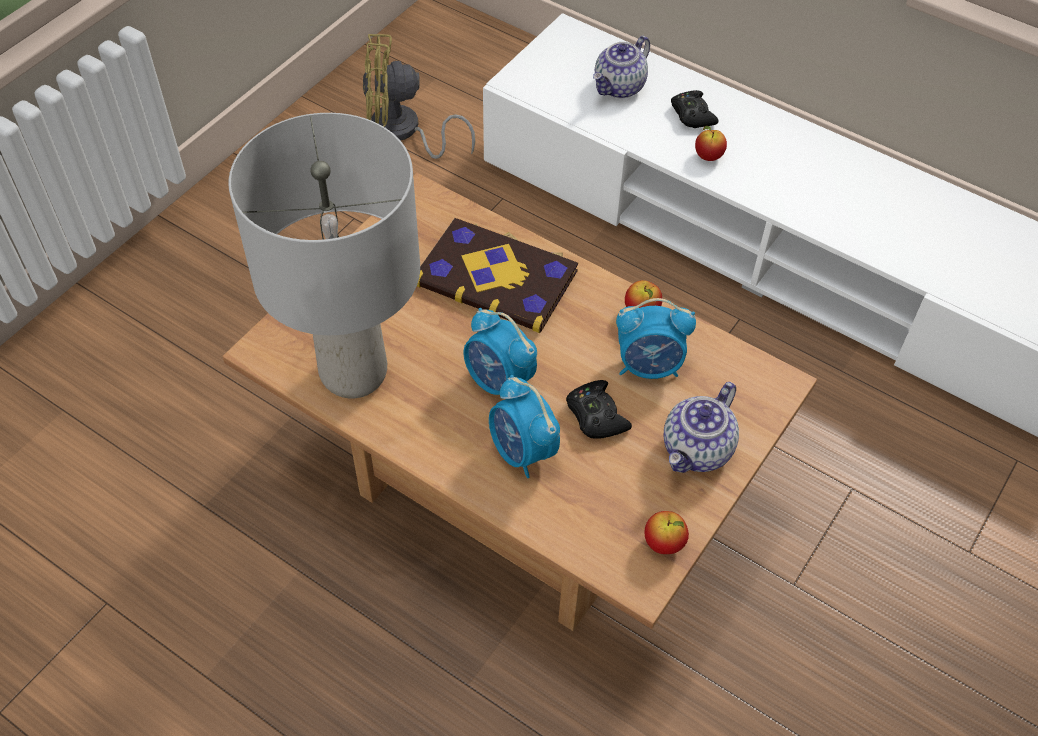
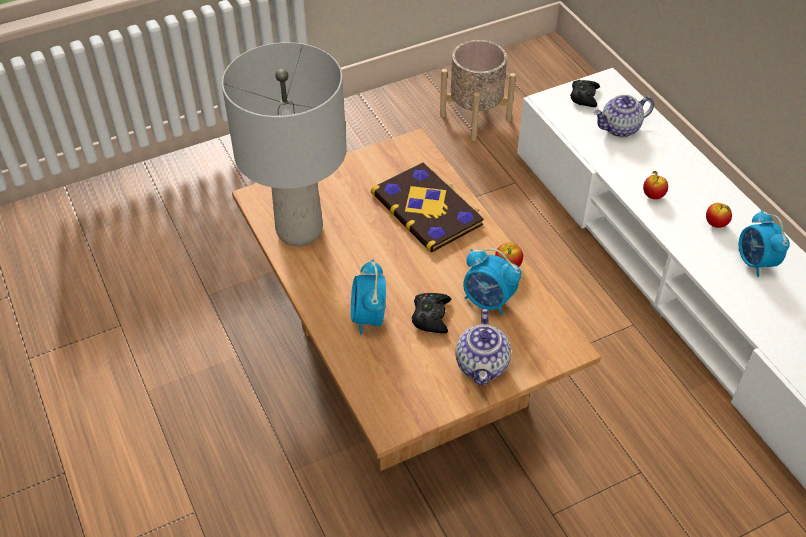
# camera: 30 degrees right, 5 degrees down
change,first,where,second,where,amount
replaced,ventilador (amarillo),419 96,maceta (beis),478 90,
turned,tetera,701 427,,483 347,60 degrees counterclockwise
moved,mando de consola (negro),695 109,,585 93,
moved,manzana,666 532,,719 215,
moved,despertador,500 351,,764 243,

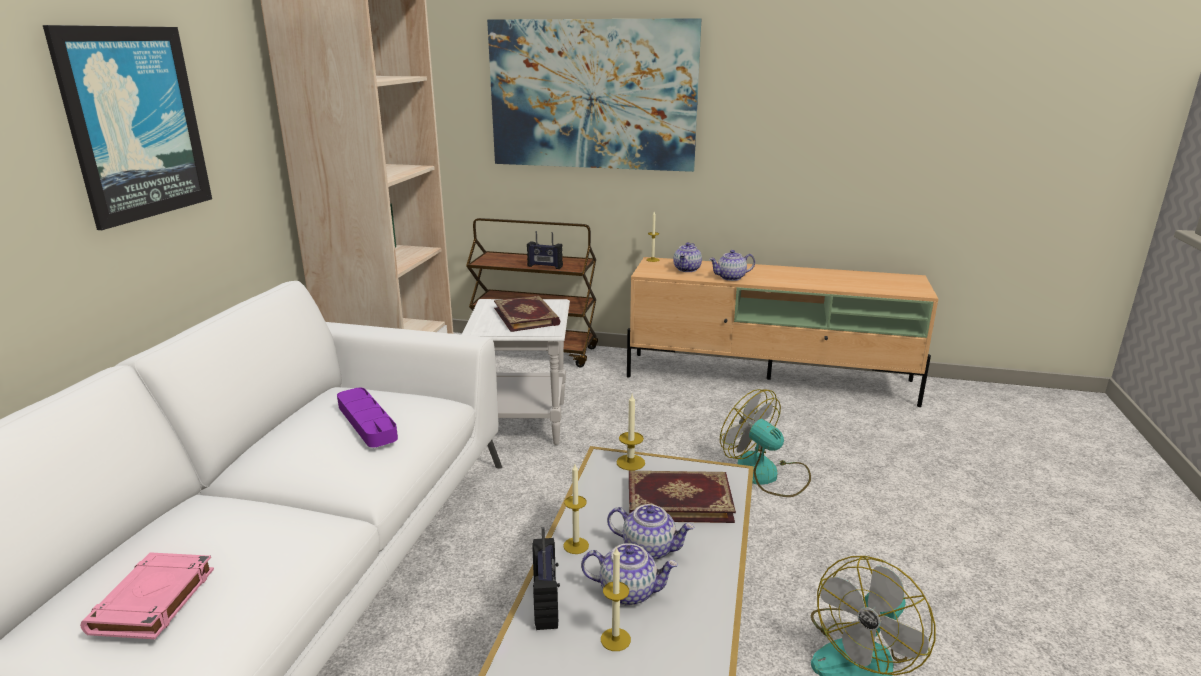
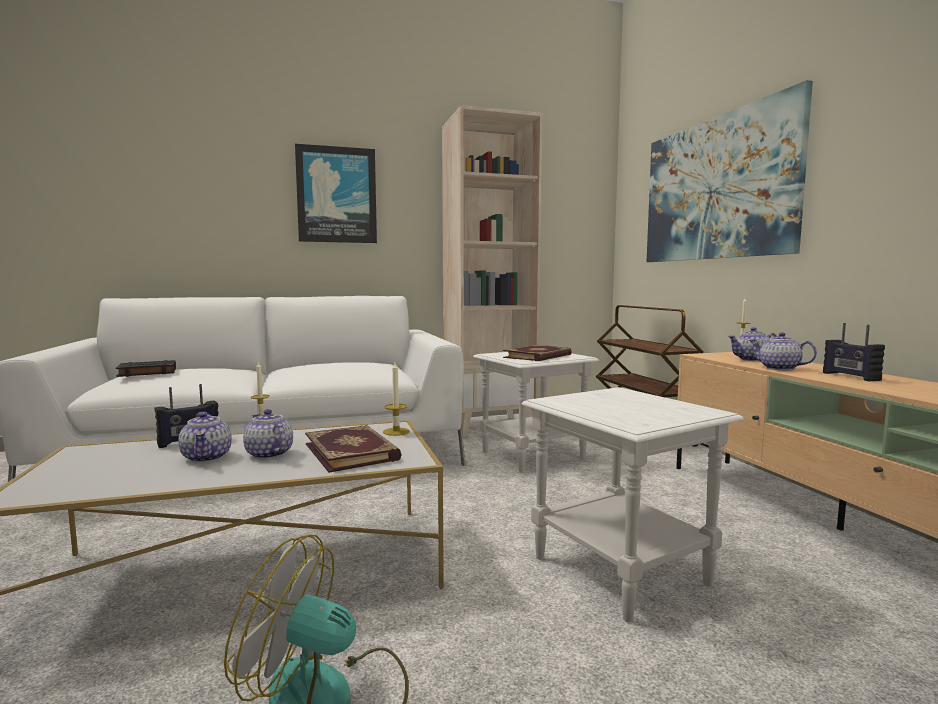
# camera: 60 degrees right, 15 degrees down
change,first,where,second,where,amount
recoloured,libro (rosa),147 596,libro (negro),146 368,
turned,tetera,650 532,,268 434,150 degrees clockwise
replaced,ventilador,765 443,mesa auxiliar (blanco),633 504,
moved,radio,545 250,,854 352,
removed,bandeja (morado),367 417,,,
removed,vela,616 599,,,

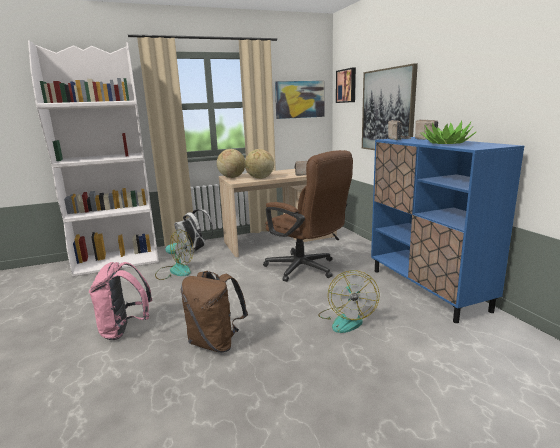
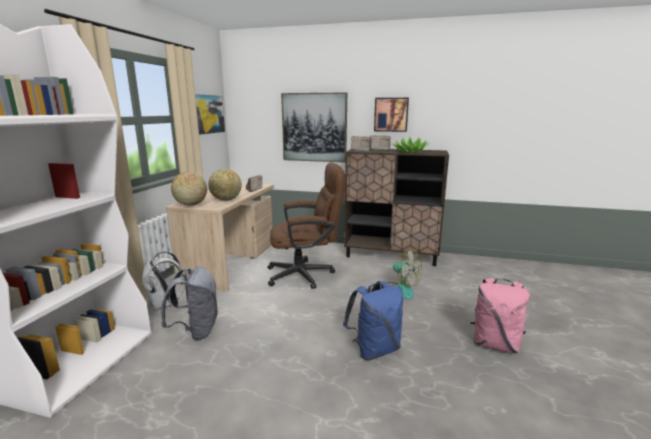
# camera: 55 degrees left, 0 degrees up
change,first,where,second,where,amount
replaced,ventilador,174 254,mochila (gris),189 303,
recoloured,mochila (marrón),214 311,mochila (azul),373 320,
recoloured,armario (azul),447 230,armario (marrón),396 207,
moved,cuadro,346 85,,391 115,
moved,mochila (rosa),120 301,,500 315,

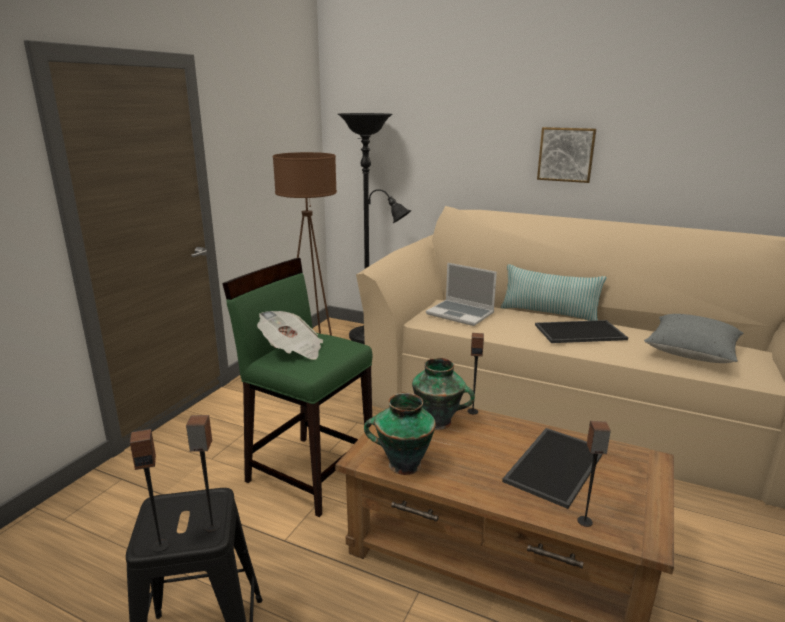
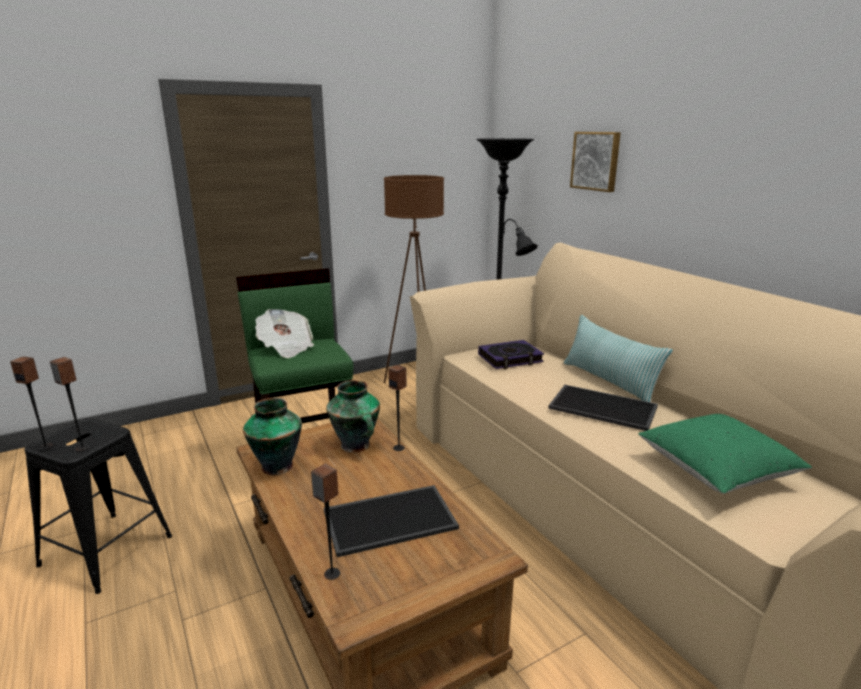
# camera: 35 degrees right, 0 degrees up
change,first,where,second,where,amount
replaced,portátil,461 294,libro,511 354,
moved,cuadro,566 155,,595 162,
recoloured,cojín (gris),693 338,cojín (verde),725 454,

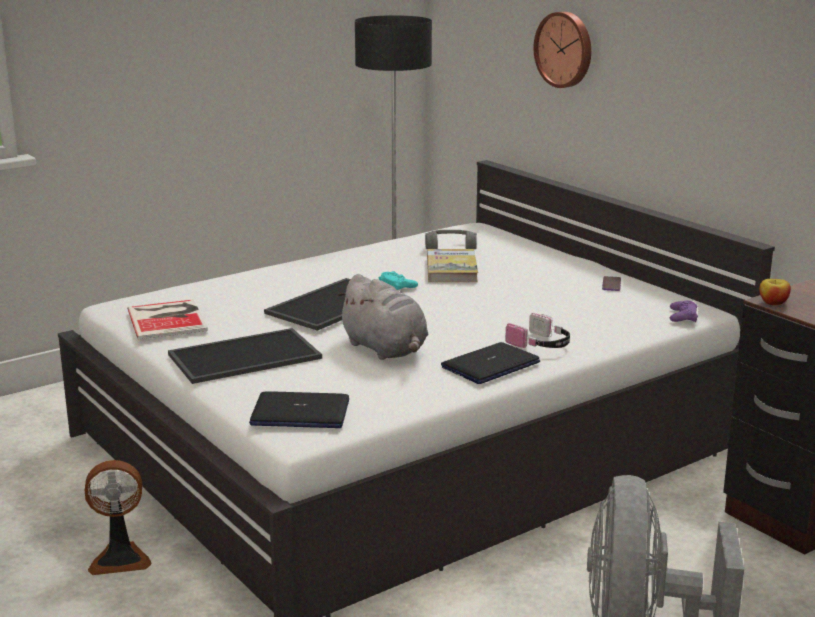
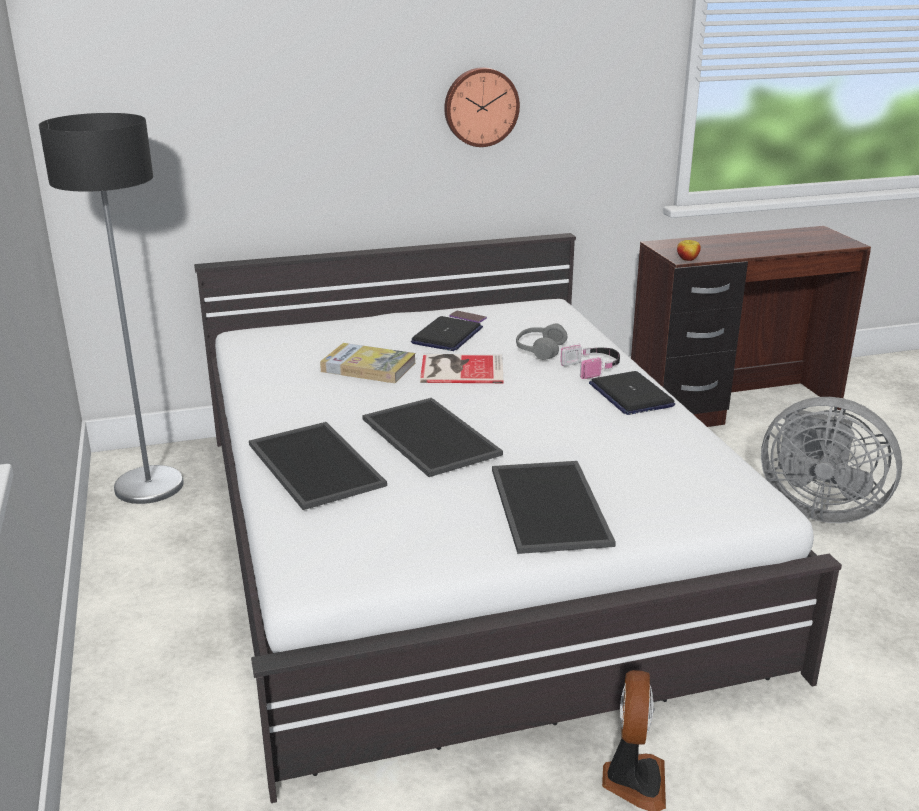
# camera: 70 degrees left, 5 degrees up
change,first,where,second,where,amount
added,,,bandeja,318 466,
moved,portátil,299 409,,447 333,
moved,libro,167 319,,462 368,
moved,reloj de pared,562 50,,482 107,
moved,auriculares (gris),451 239,,541 342,
removed,peluche (gris),382 317,,,
removed,mando de consola (turquesa),398 280,,,
removed,mando de consola (morado),684 311,,,

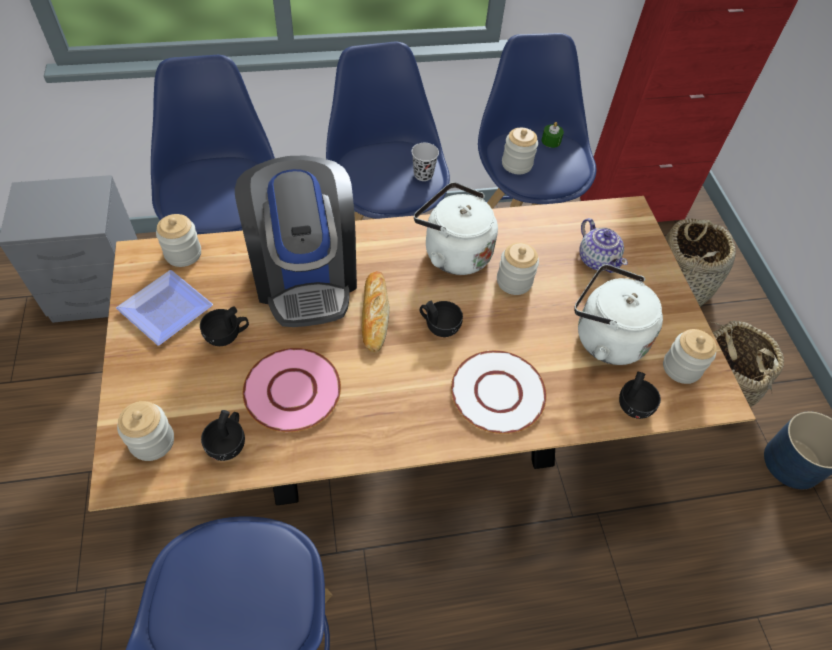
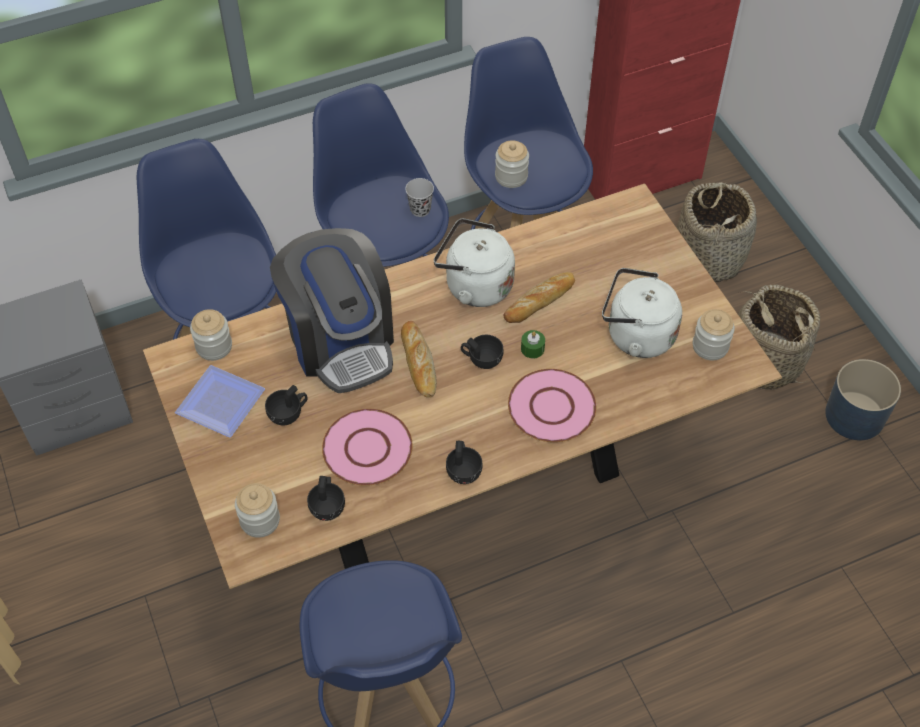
# camera: 10 degrees left, 0 degrees up
change,first,where,second,where,amount
moved,taza (negro),640 395,,464 462,
replaced,tarro,518 269,pan,539 297,
recoloured,plato (blanco),499 392,plato (rosa),552 405,
moved,vela (verde),553 135,,533 344,
removed,tetera,603 245,,,

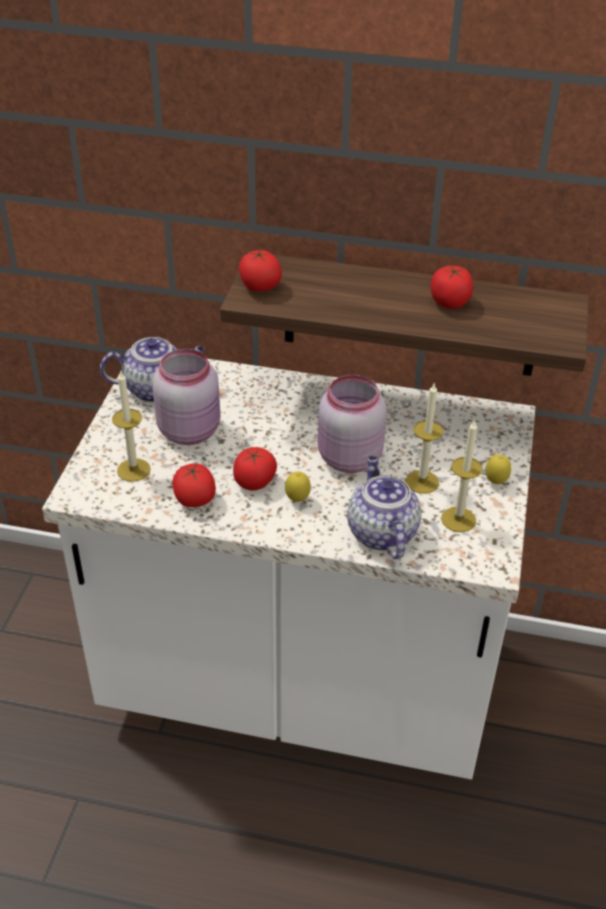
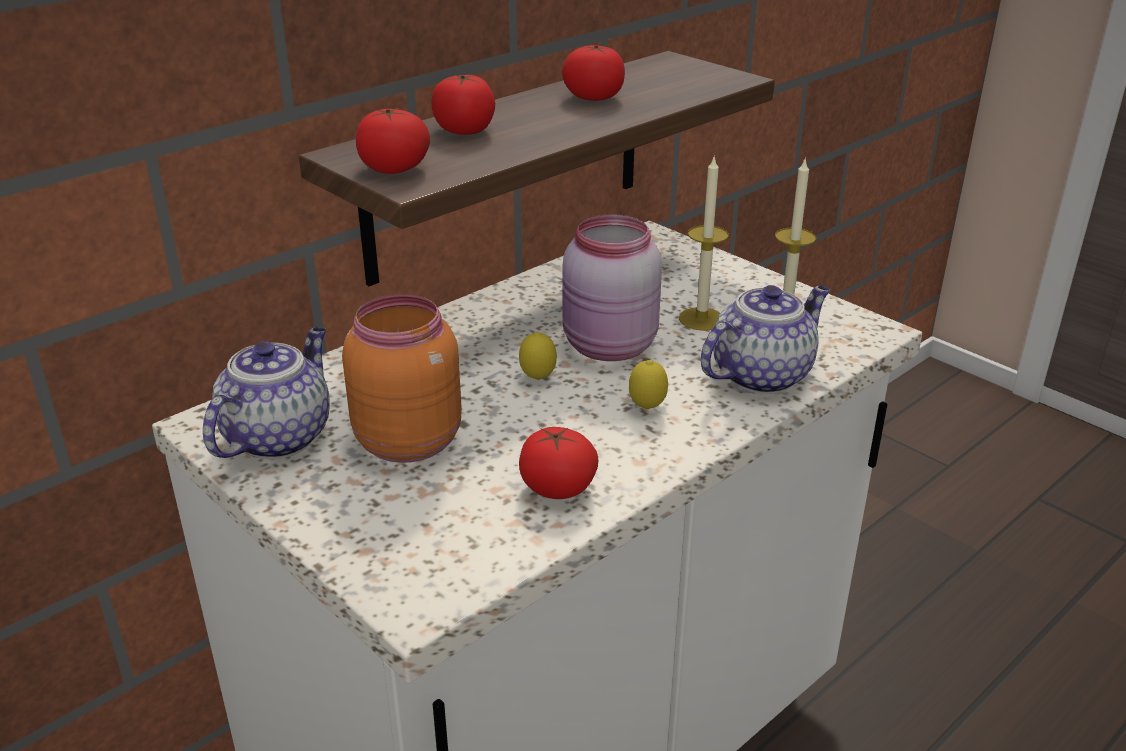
# camera: 55 degrees left, 10 degrees down
change,first,where,second,where,amount
recoloured,tarro (rosa),186 397,tarro (naranja),402 378,
moved,tomate,255 469,,463 105,
moved,limón,498 469,,538 356,
turned,tetera,384 507,,765 339,120 degrees clockwise
removed,vela,131 427,,,

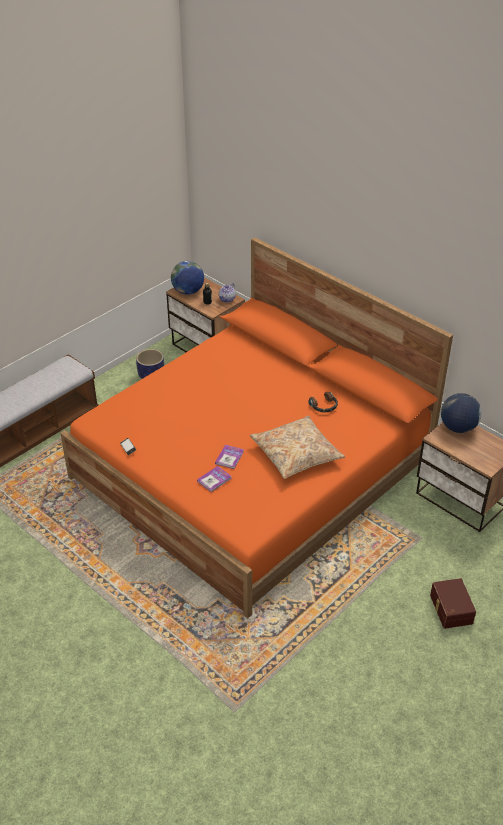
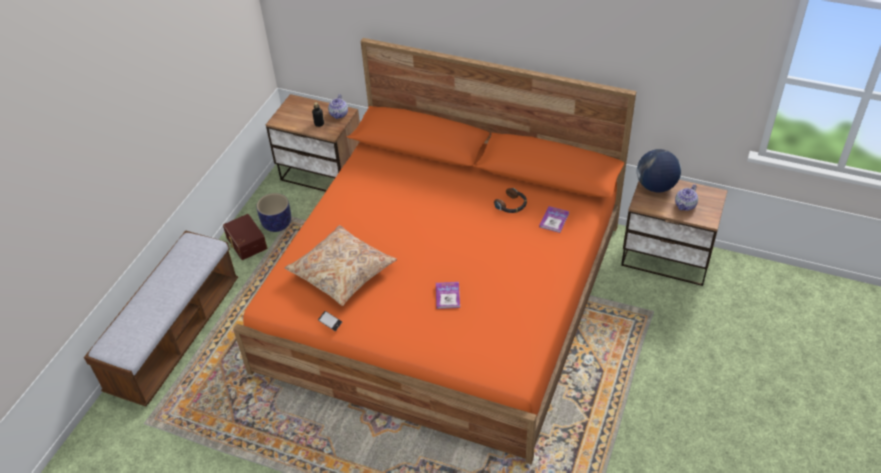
# camera: 20 degrees left, 5 degrees up
change,first,where,second,where,amount
moved,caja de almacenaje (marrón),453 603,,245 237,
moved,cojín (beis),297 447,,341 265,
moved,libro,214 479,,554 219,
added,,,tetera,686 197,
removed,globo terráqueo,187 278,,,

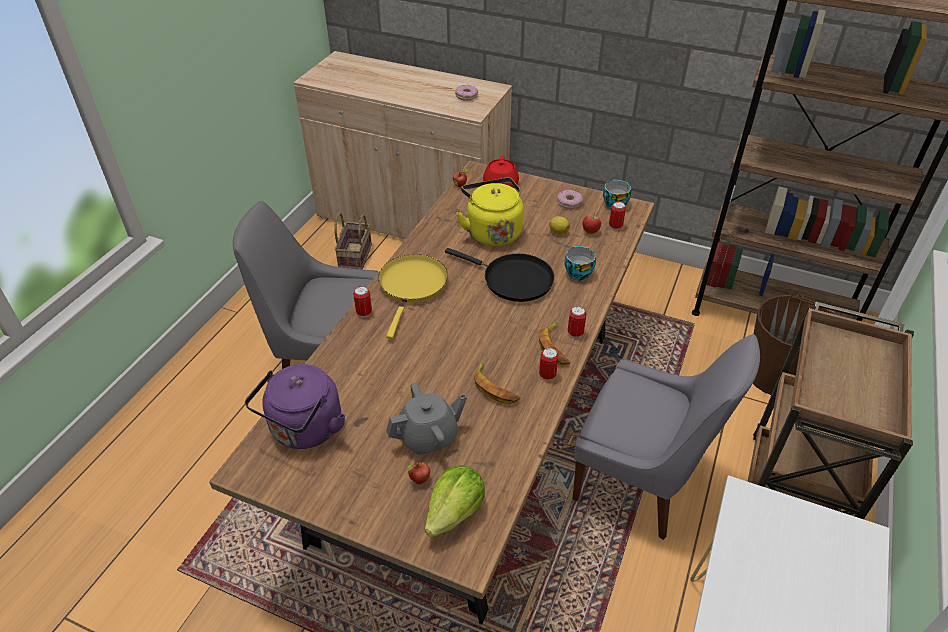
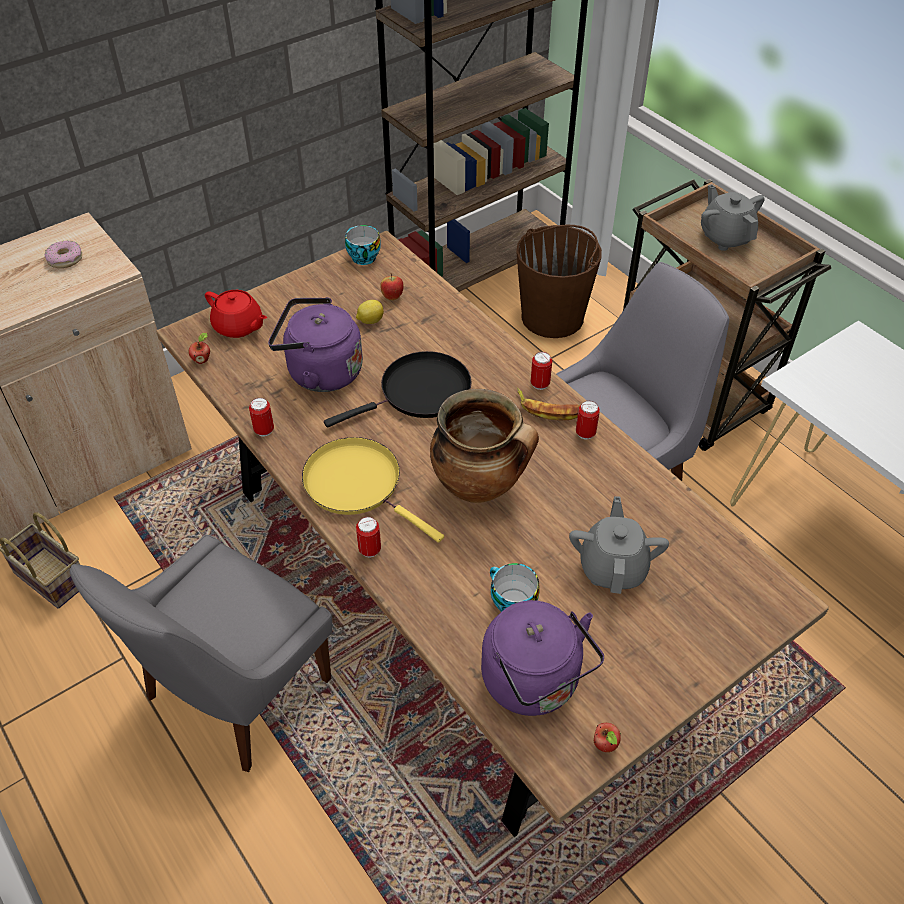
# camera: 60 degrees left, 5 degrees up
change,first,where,second,where,amount
moved,lata,617 216,,261 417,
recoloured,hervidor (amarillo),490 212,hervidor (morado),315 344,
added,,,olla,484 446,
moved,taza,580 263,,515 587,
moved,manzana,419 473,,607 737,
added,,,tetera (gris),733 217,
removed,lechuga,455 501,,,
removed,plátano,496 382,,,
removed,rosquilla,570 199,,,

